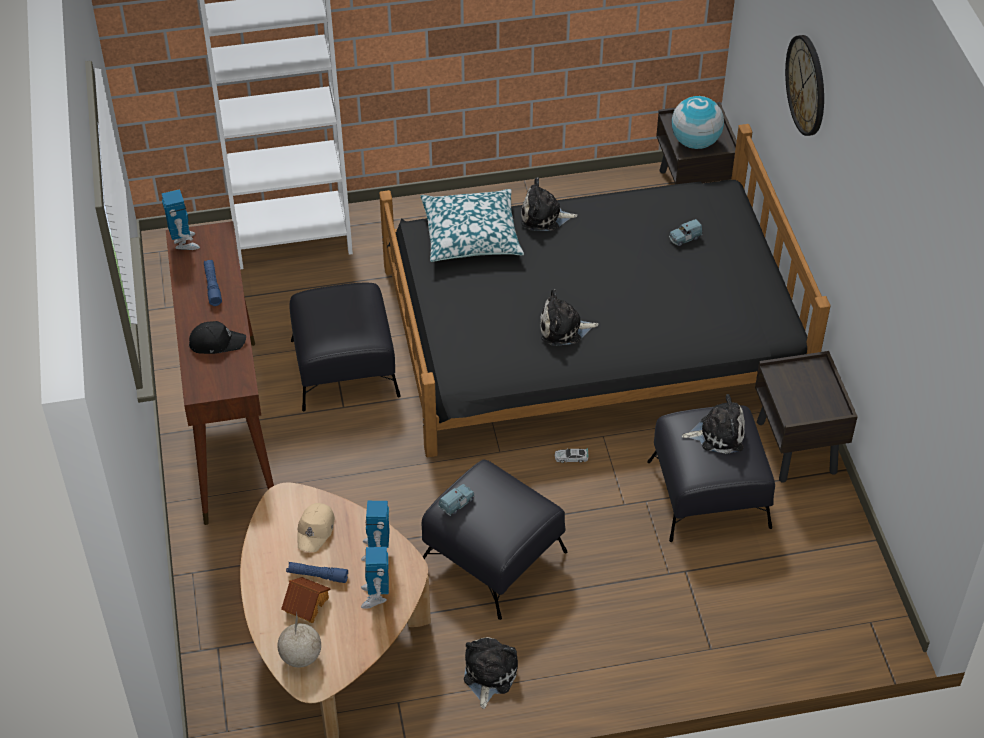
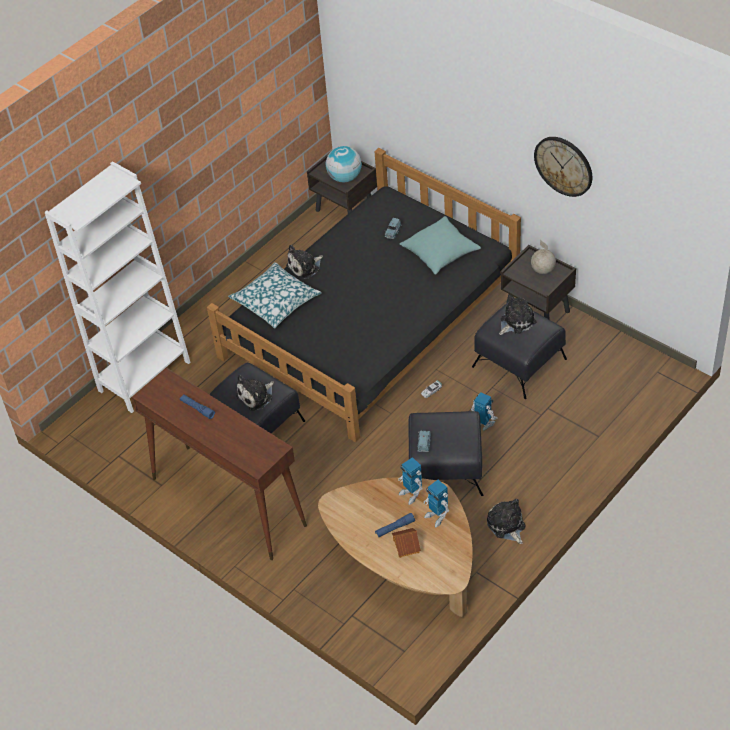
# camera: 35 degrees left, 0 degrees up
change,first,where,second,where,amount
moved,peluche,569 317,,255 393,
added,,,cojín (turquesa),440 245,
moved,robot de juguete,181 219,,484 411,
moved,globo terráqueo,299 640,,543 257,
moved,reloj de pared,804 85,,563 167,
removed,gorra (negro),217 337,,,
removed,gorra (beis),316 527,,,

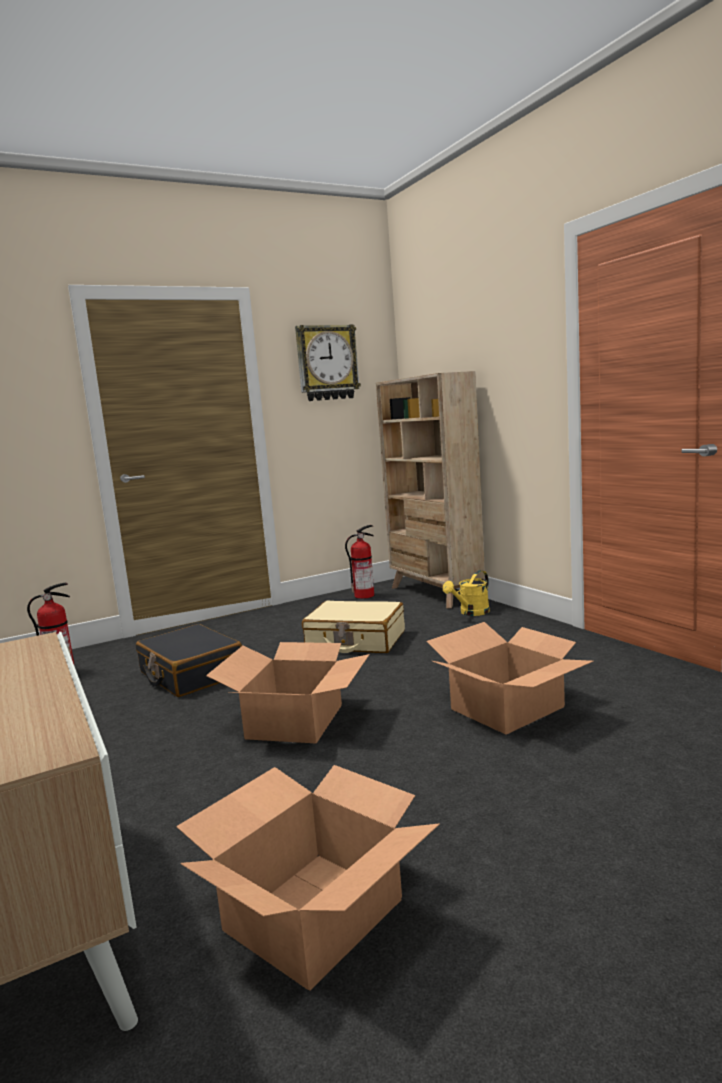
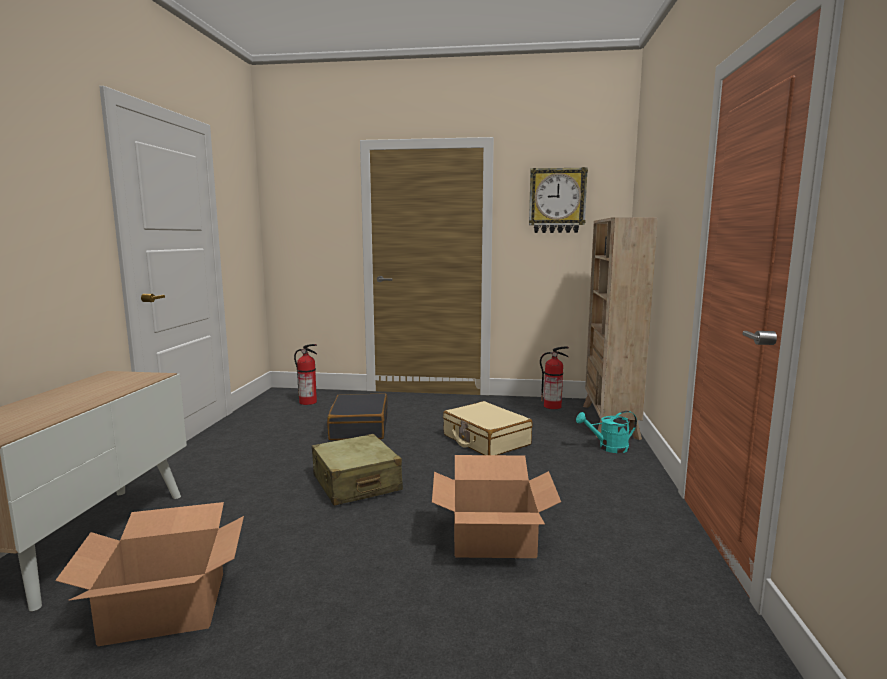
# camera: 35 degrees right, 0 degrees up
change,first,where,second,where,amount
replaced,caja de cartón,288 693,maleta (beis),357 470,
recoloured,regadera (amarillo),466 593,regadera (turquesa),606 432,

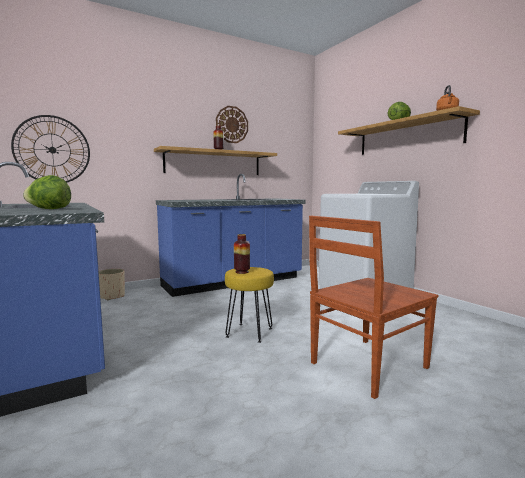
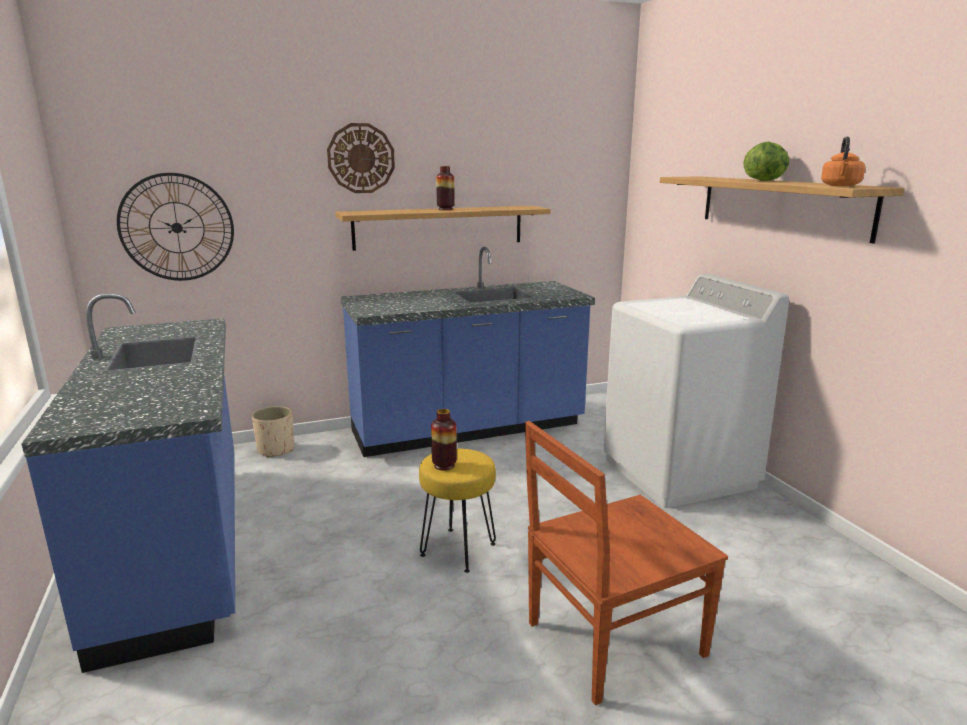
# camera: 10 degrees right, 10 degrees up
change,first,where,second,where,amount
moved,reloj de pared,232 124,,361 158,
removed,lechuga,47 192,,,

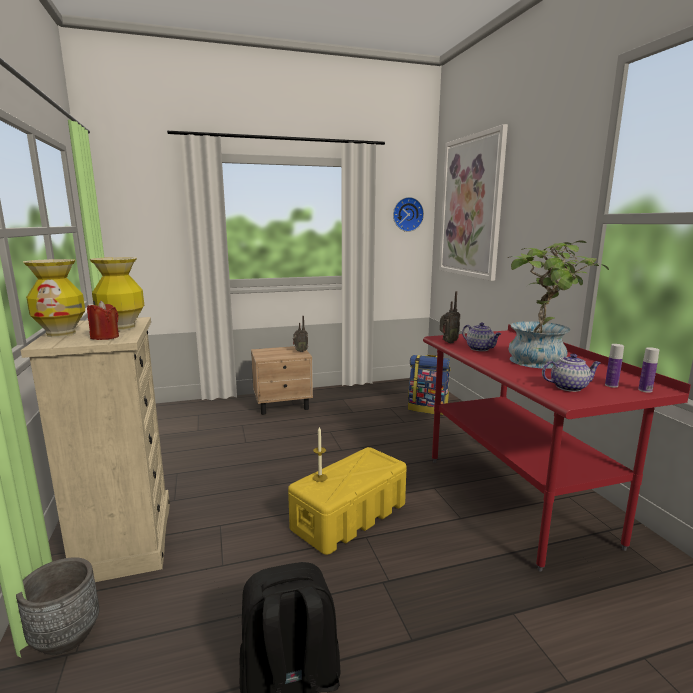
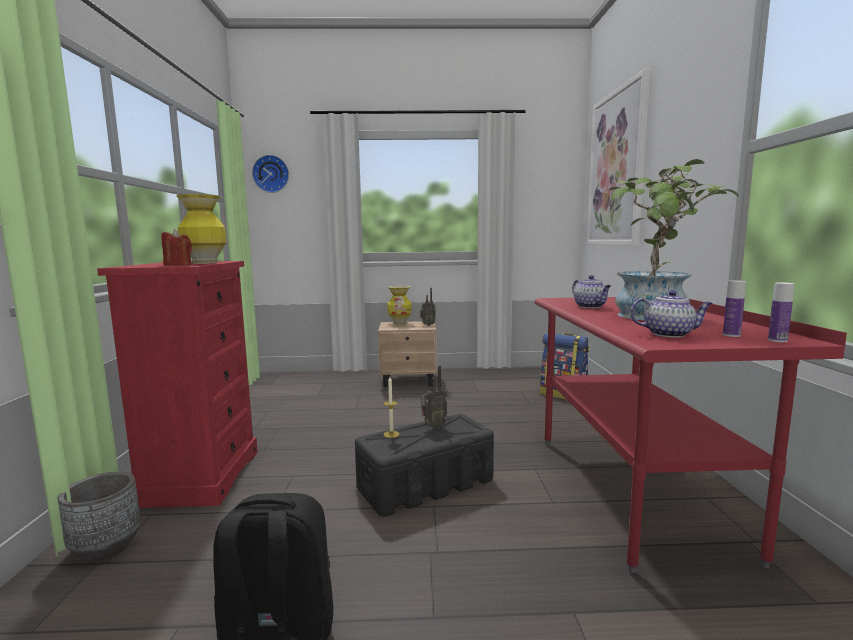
# camera: 15 degrees right, 5 degrees down
change,first,where,second,where,amount
recoloured,cómoda (beis),95 449,cómoda (rojo),177 384,
moved,reloj de pared,408 214,,270 174,
recoloured,caja de almacenaje (amarillo),347 501,caja de almacenaje (negro),424 465,
moved,florero,54 298,,399 305,
moved,radio,450 317,,434 397,

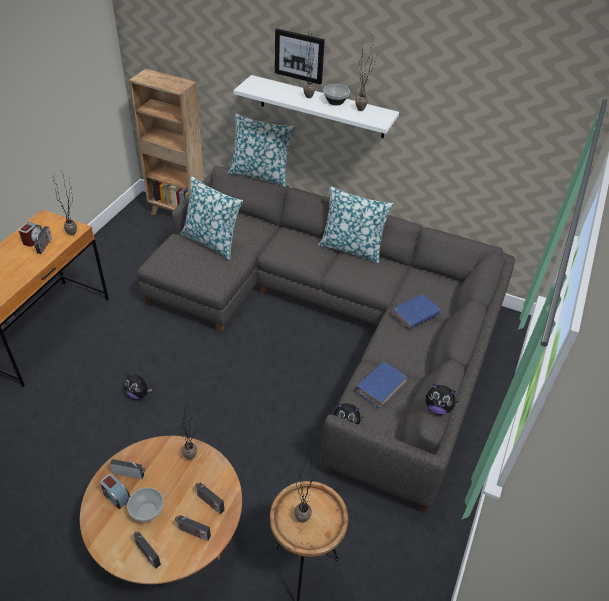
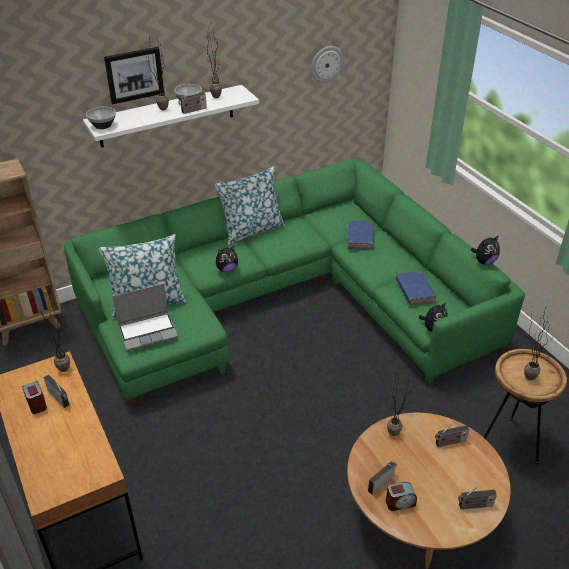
# camera: 50 degrees left, 5 degrees down
change,first,where,second,where,amount
recoloured,sofá (gris),326 339,sofá (verde),294 283,
moved,cuenco,145 505,,101 118,
added,,,portátil,145 317,
moved,radio,193 528,,193 102,
moved,peluche,138 386,,227 259,
added,,,reloj de pared,327 64,
removed,cojín,261 150,,,

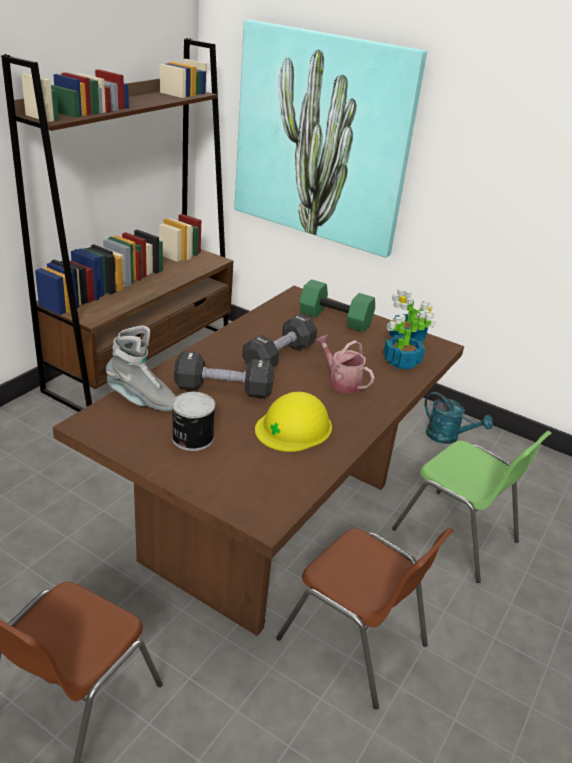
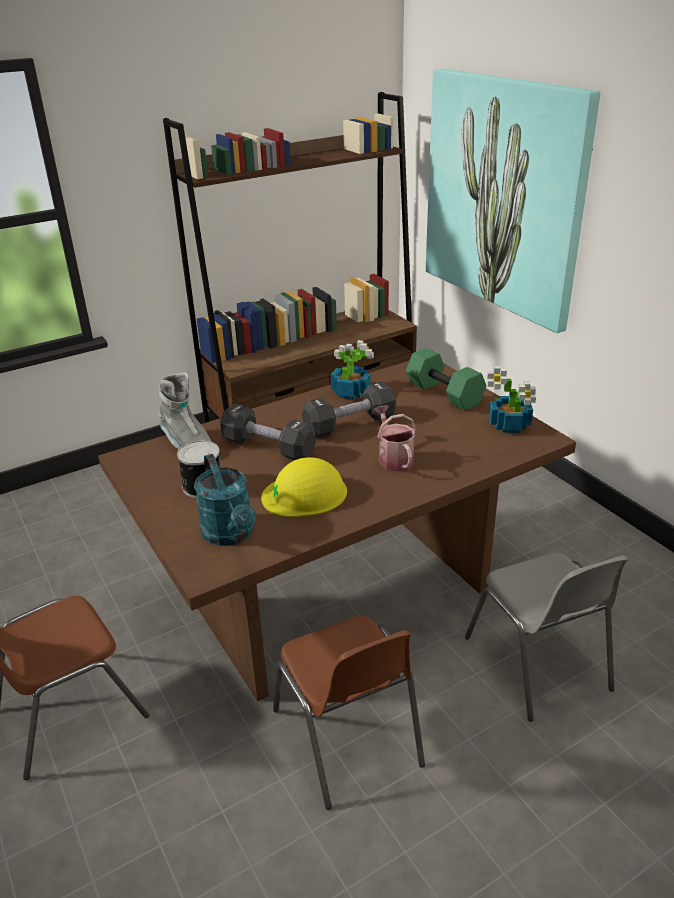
# camera: 30 degrees right, 0 degrees up
change,first,where,second,where,amount
moved,regadera (turquesa),459 418,,225 500,
moved,planta en maceta,410 340,,352 370,
recoloured,silla (verde),472 507,silla (gris),546 637,

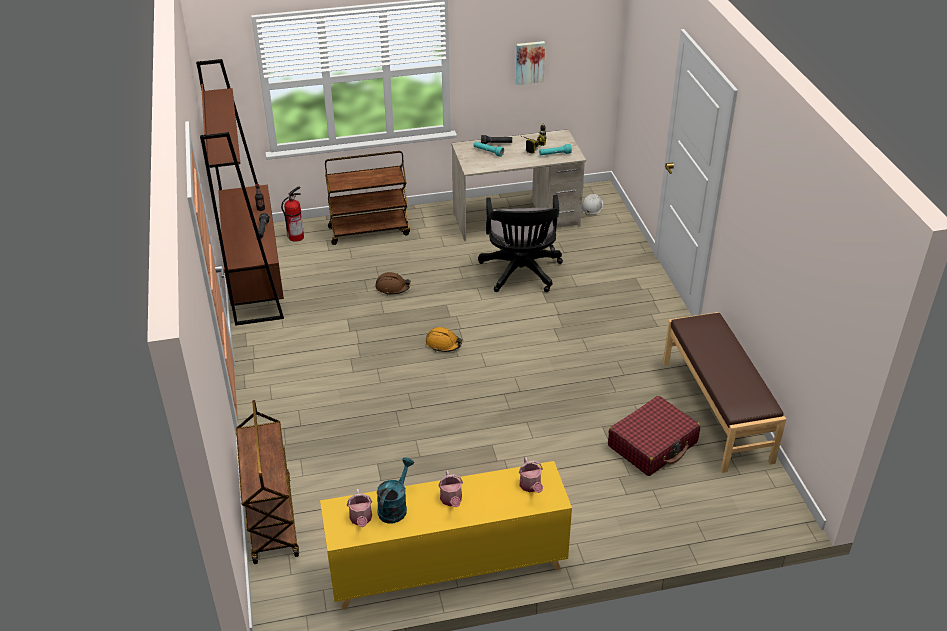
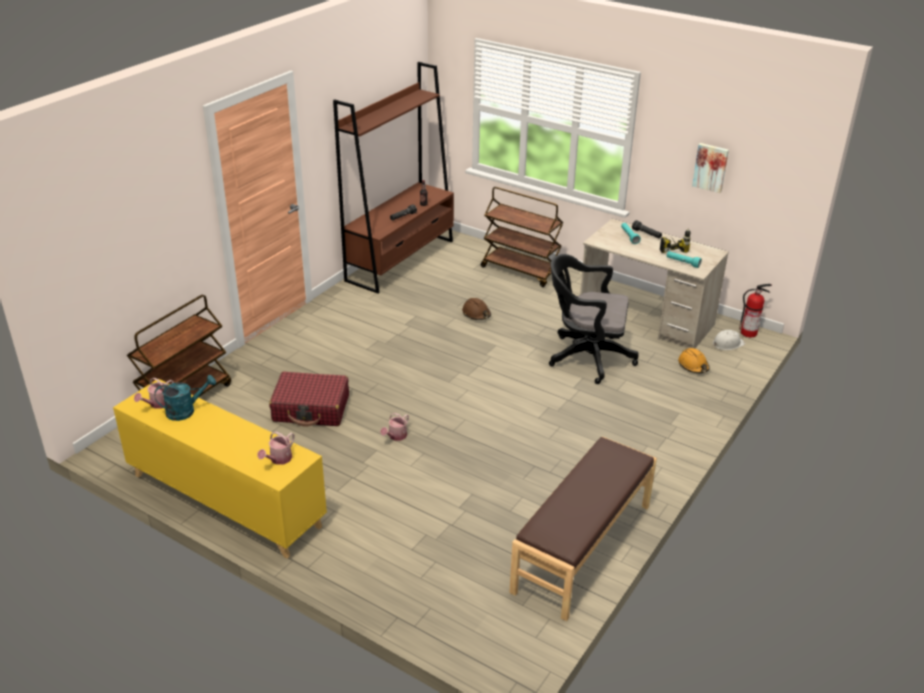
# camera: 45 degrees right, 5 degrees down
change,first,where,second,where,amount
moved,maleta (rojo),654 436,,309 399,
moved,regadera,450 488,,394 427,
turned,silla de oficina (negro),520 243,,594 319,60 degrees clockwise
moved,casco (naranja),444 339,,694 360,
moved,extintor,292 214,,755 311,

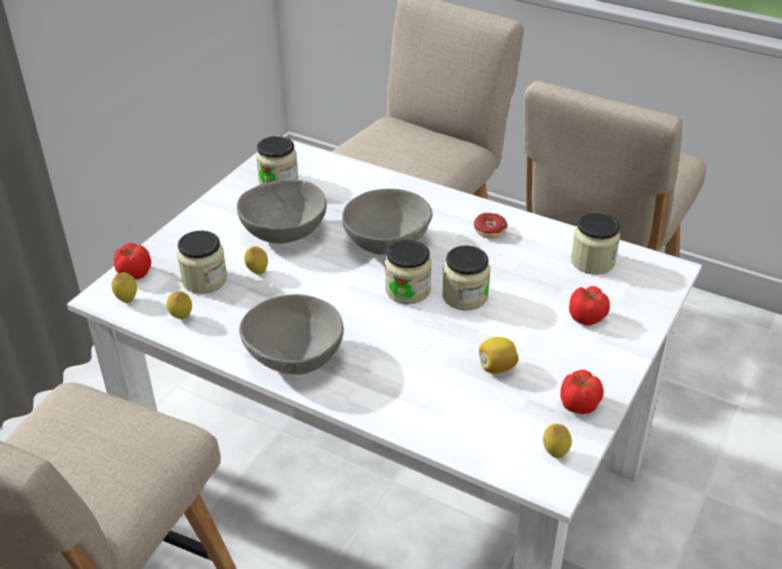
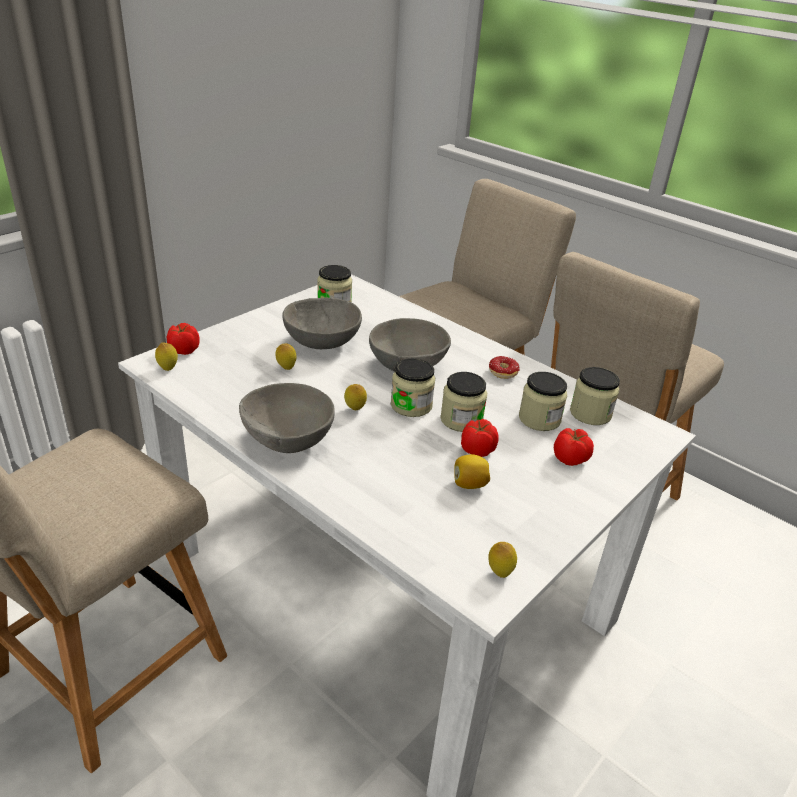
# camera: 10 degrees right, 5 degrees down
change,first,where,second,where,amount
moved,limón,179 305,,355 397,
moved,tomate,581 392,,480 438,
moved,tarro,202 262,,543 401,

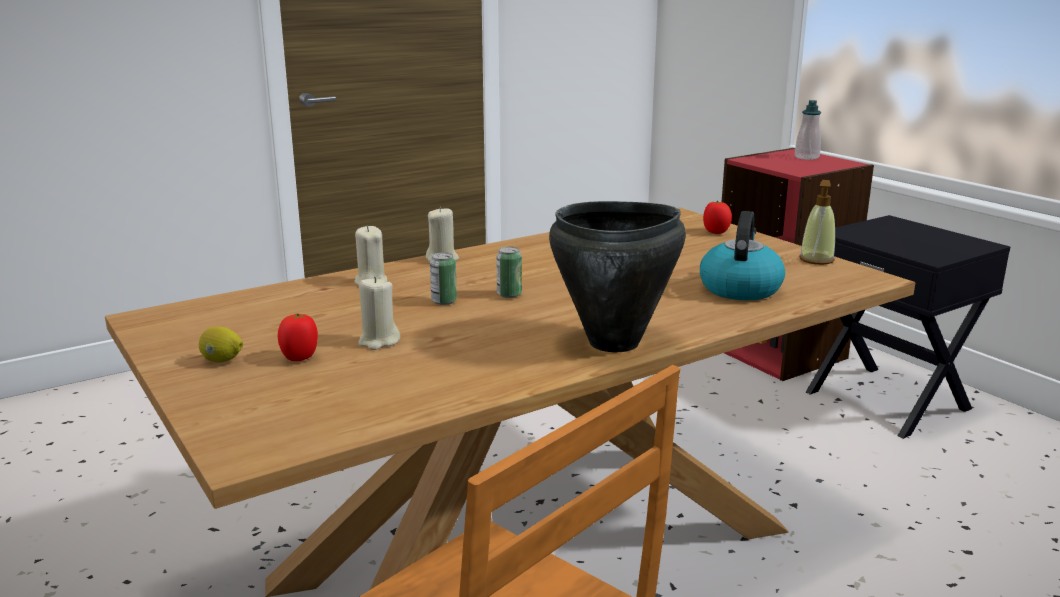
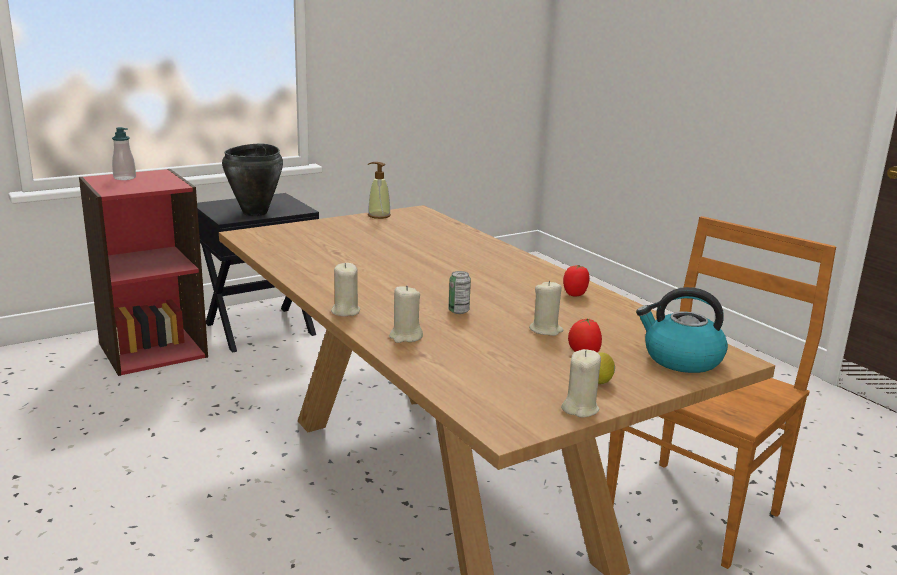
# camera: 90 degrees left, 0 degrees up
change,first,where,second,where,amount
moved,olla (negro),617 276,,252 179,
added,,,vela (beis),581 383,
moved,tomate,717 217,,576 280,
moved,hervidor,742 255,,682 330,
removed,lata,509 272,,,

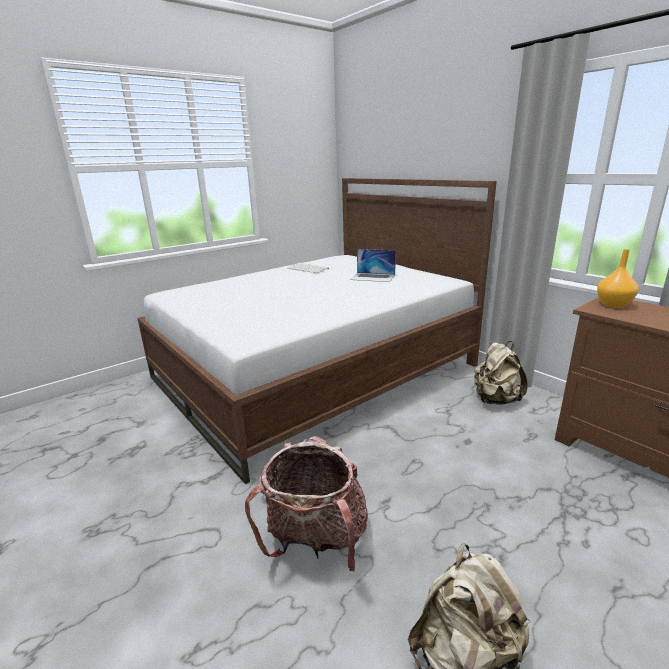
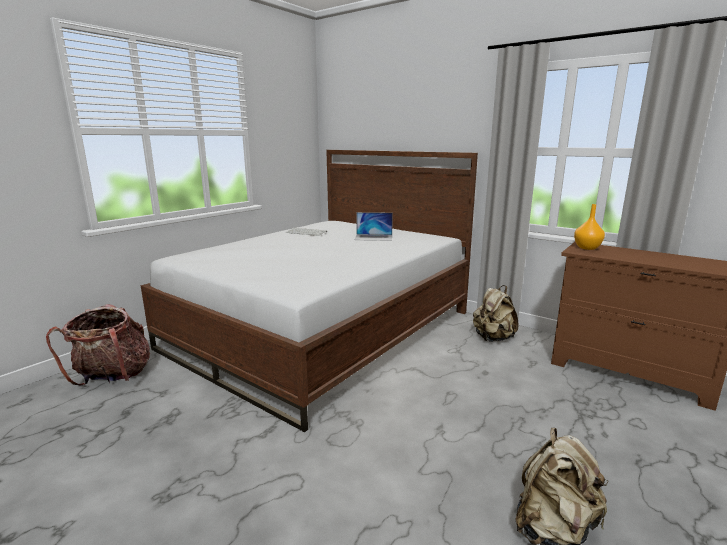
# camera: 15 degrees left, 5 degrees down
change,first,where,second,where,amount
moved,mochila,306 504,,98 345,

